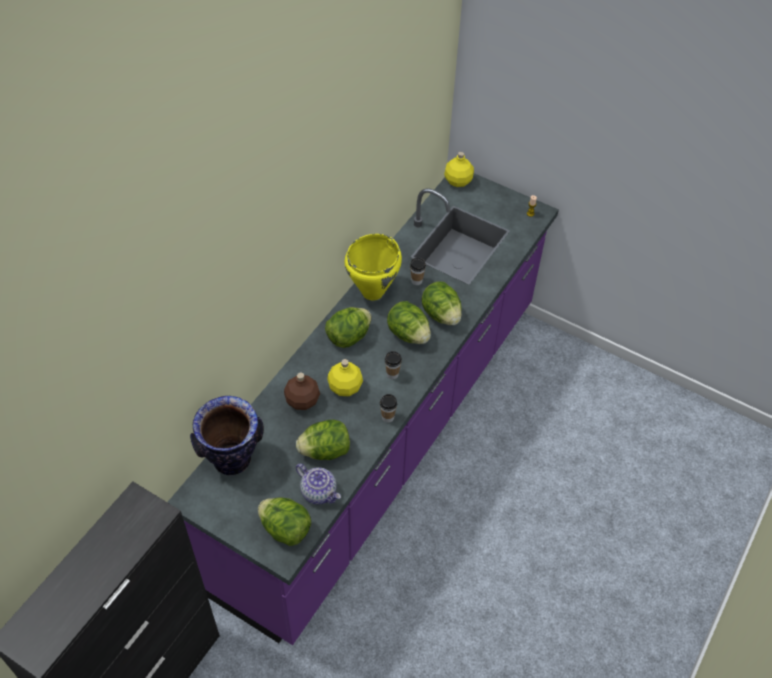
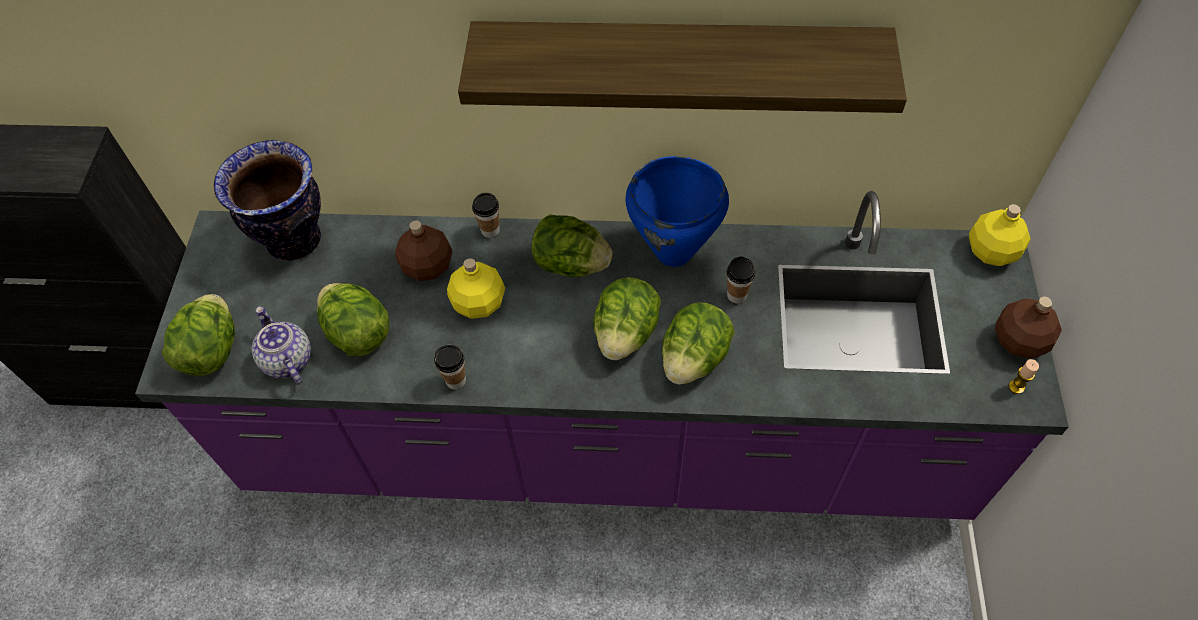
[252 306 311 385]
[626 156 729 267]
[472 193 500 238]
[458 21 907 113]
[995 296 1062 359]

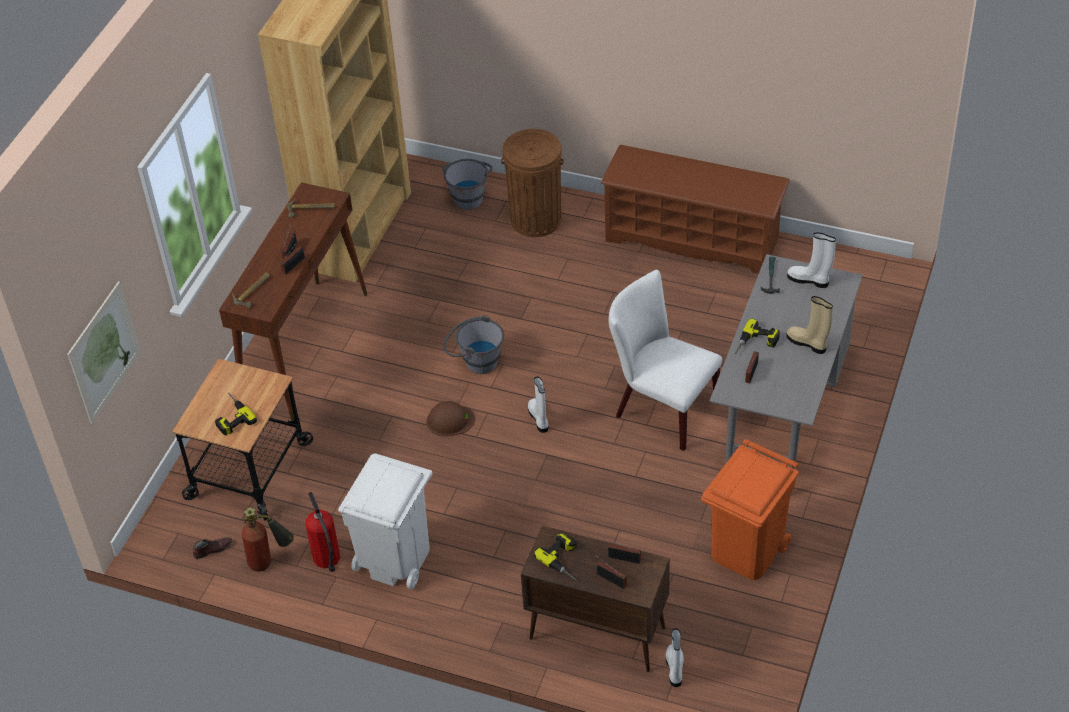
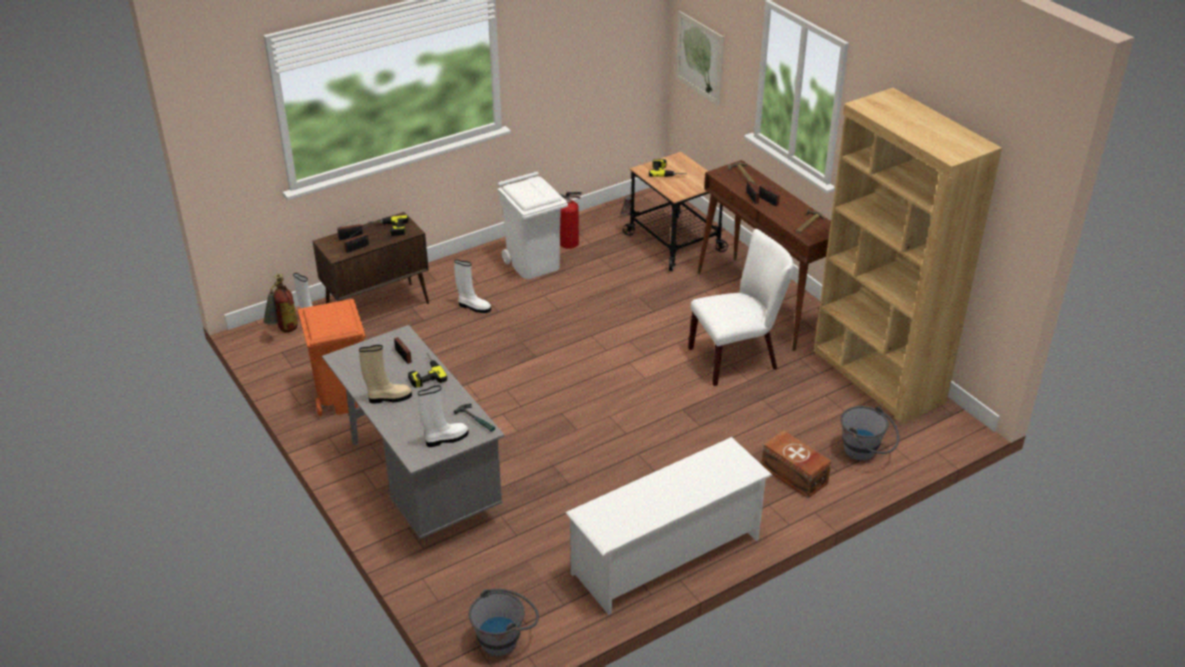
[263 273 298 333]
[426 401 475 436] (first image)
[469 589 539 657]
[761 430 832 498]
[454 260 491 313]
[566 437 773 615]
[688 229 794 386]

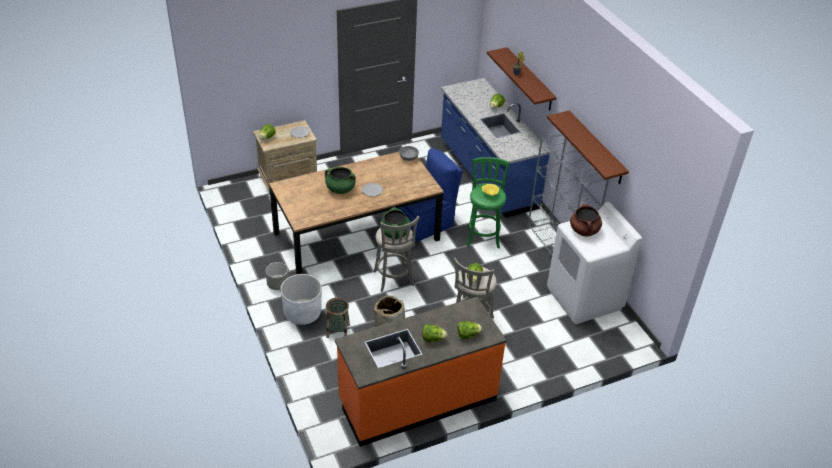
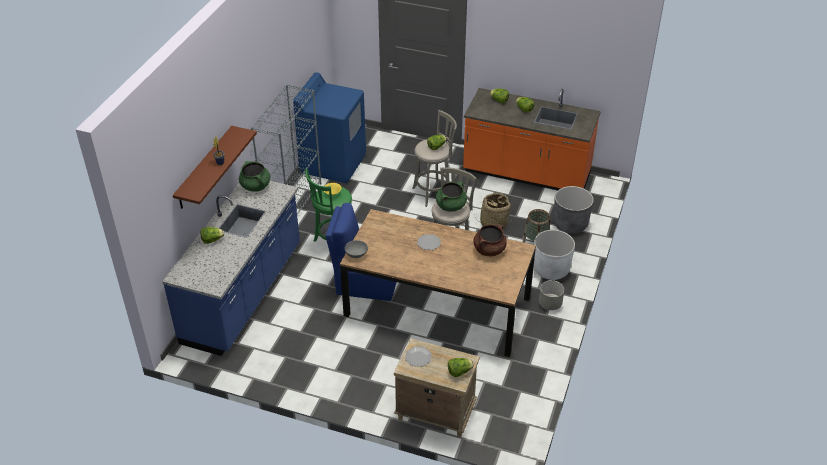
[239 161 270 192]
[547 111 629 184] (first image)
[293 72 366 183]
[473 224 507 256]
[553 186 594 234]

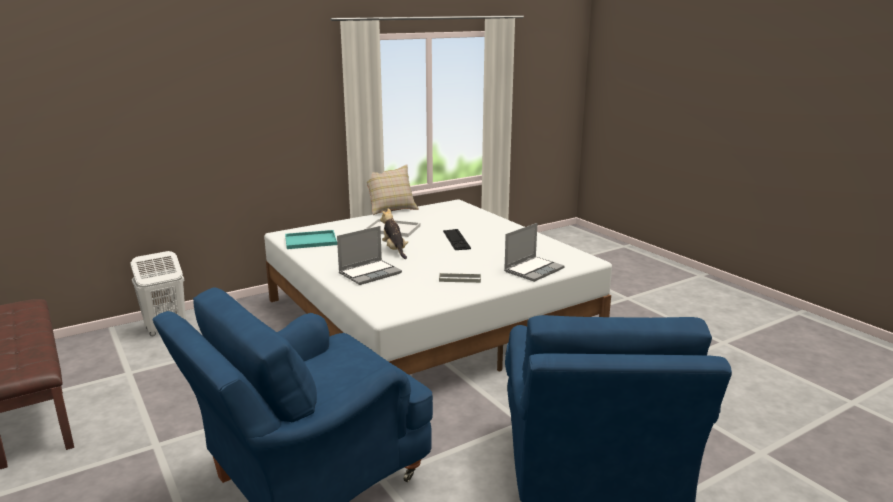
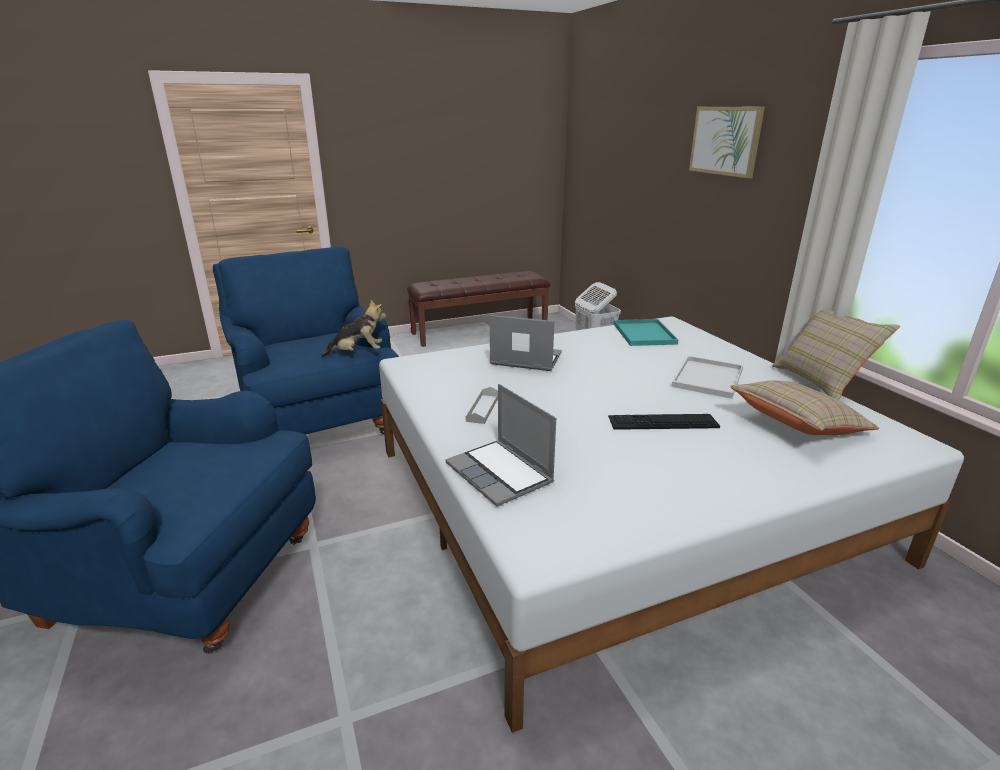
[490 315 562 371]
[321 300 386 357]
[689 107 765 178]
[730 381 879 435]

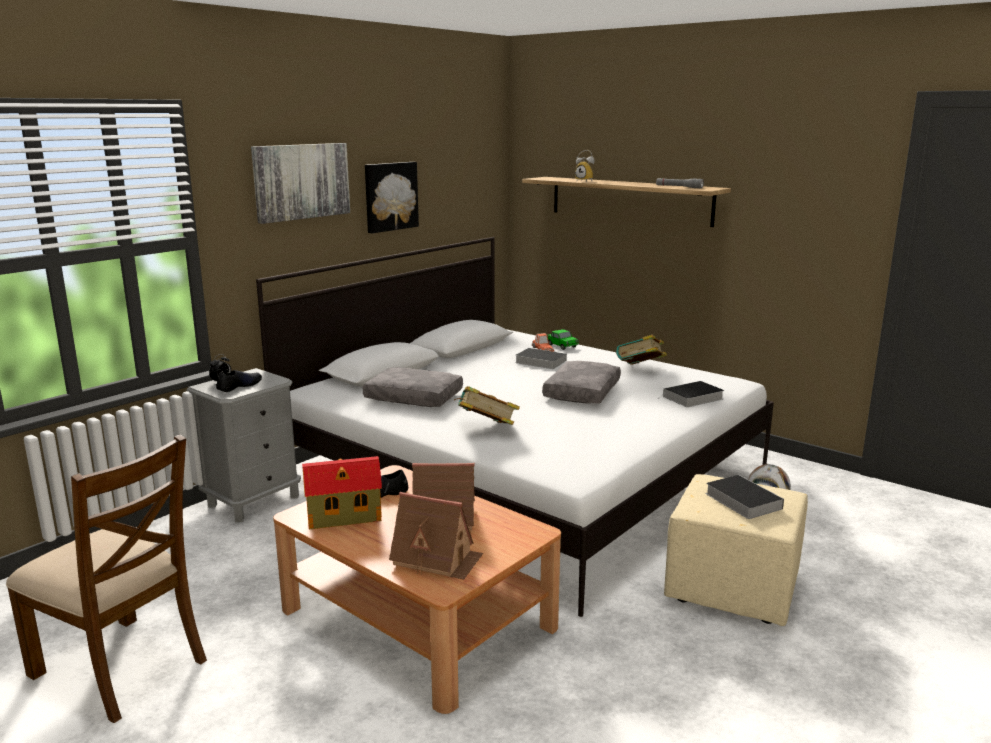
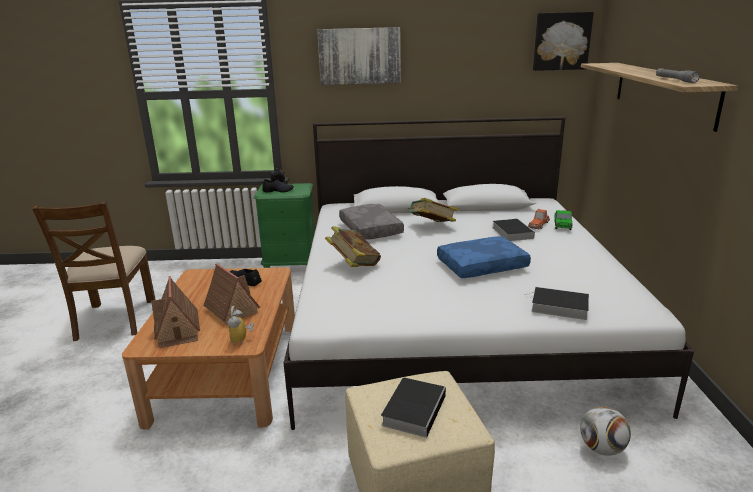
[253 183 315 268]
[302 456 382 529] (first image)
[533 12 594 71]
[437 236 531 278]
[228 306 254 345]
[408 198 458 222]

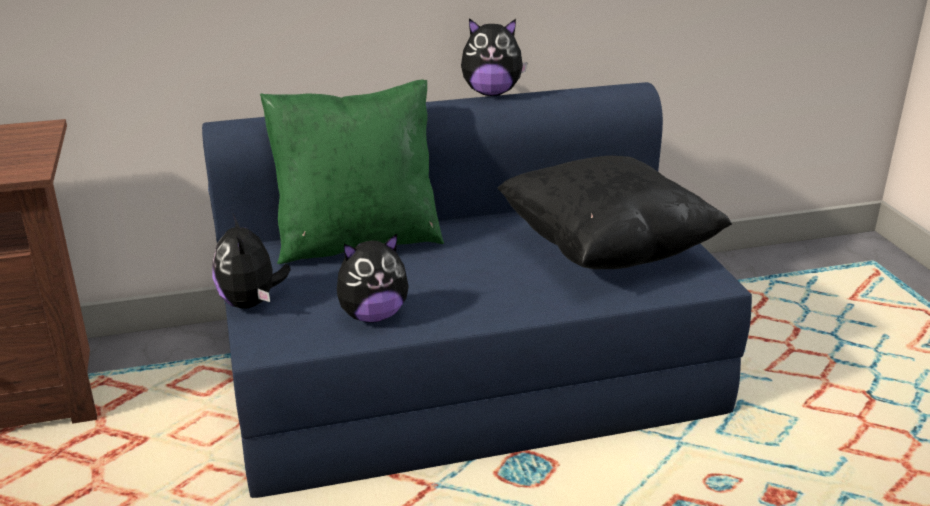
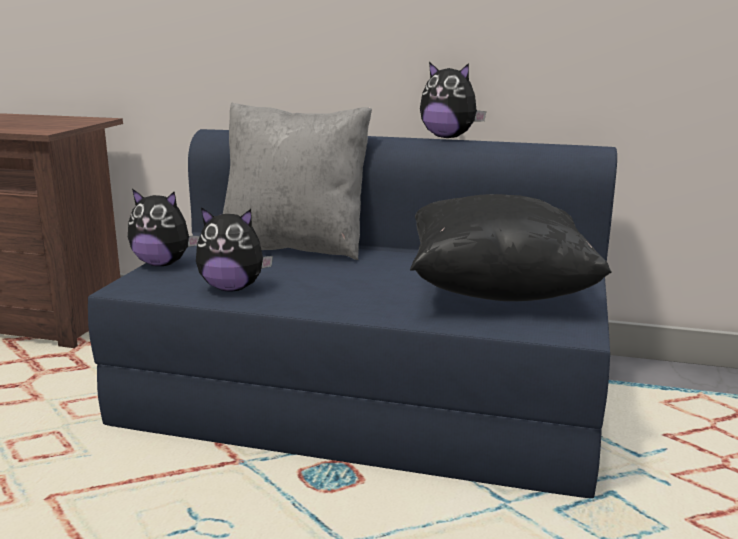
[128 189 200 266]
[223 102 372 260]

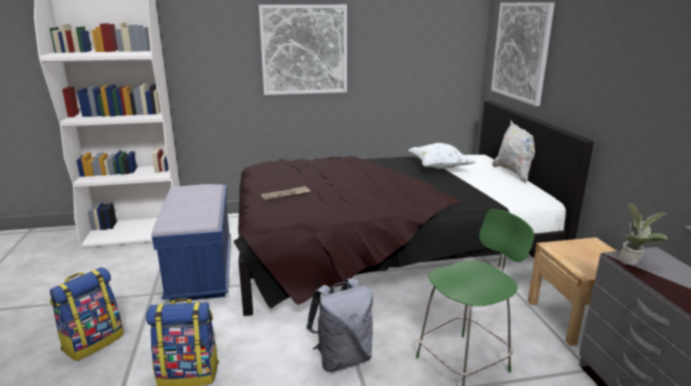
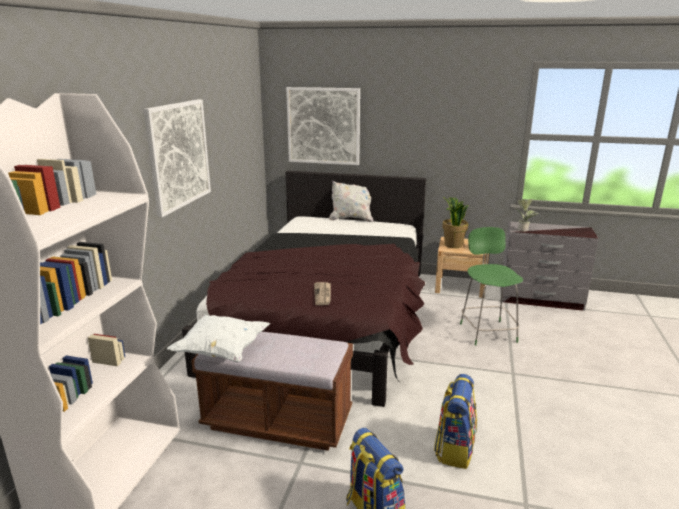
[191 332 353 451]
[306 278 373 372] (first image)
[167 314 270 362]
[442 196 469 248]

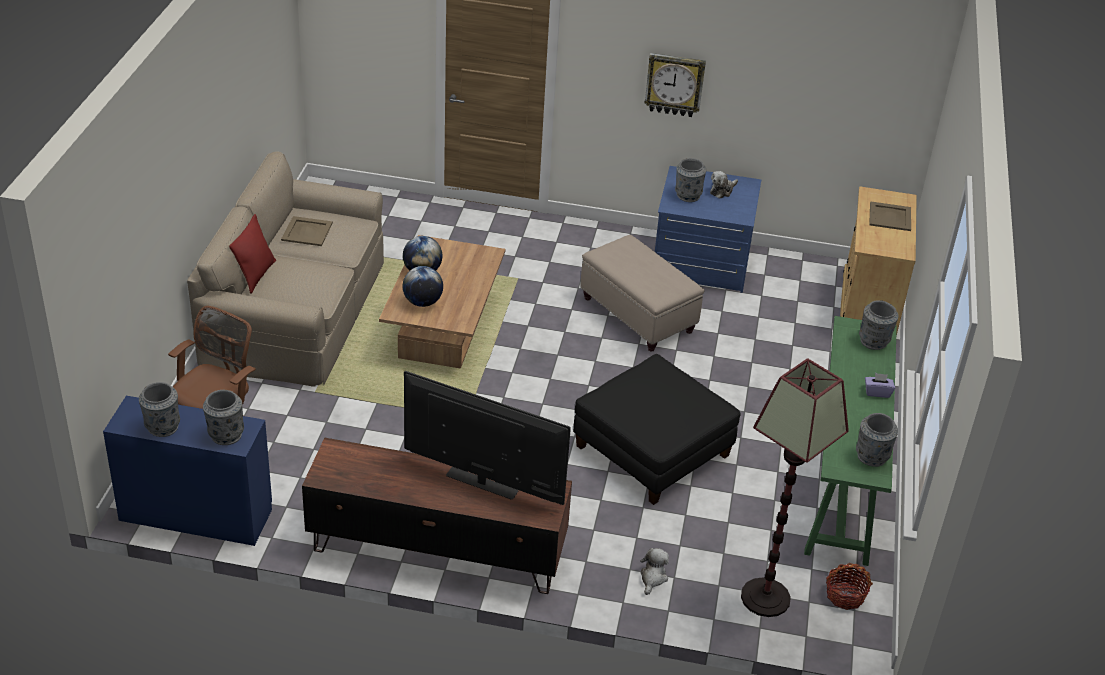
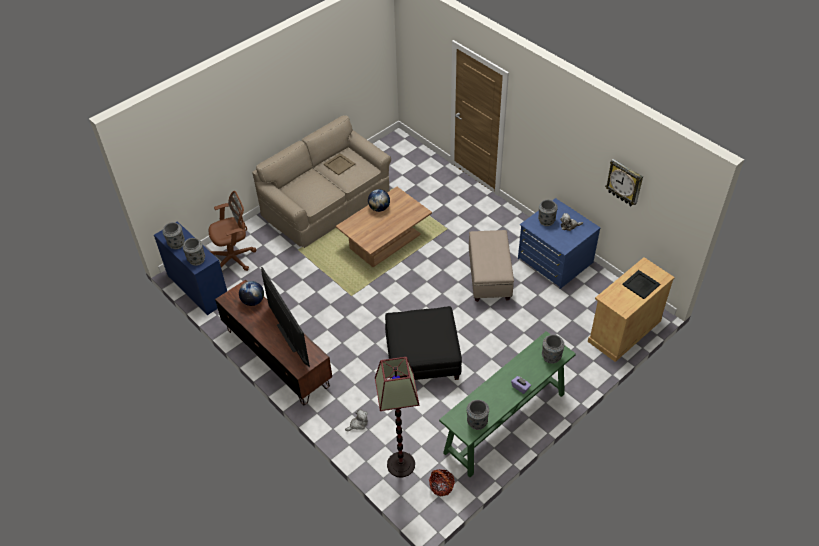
[229 214 276 293] (first image)
[239 281 264 306]
[605 159 643 206]
[622 270 660 299]

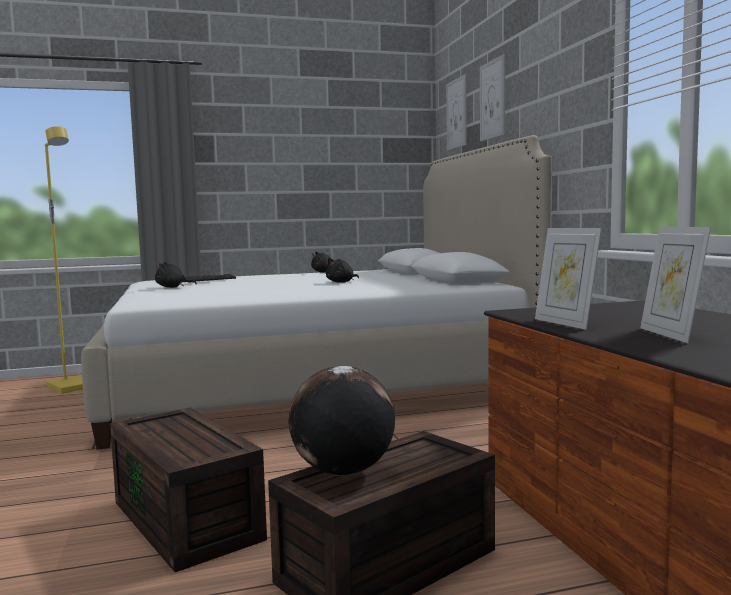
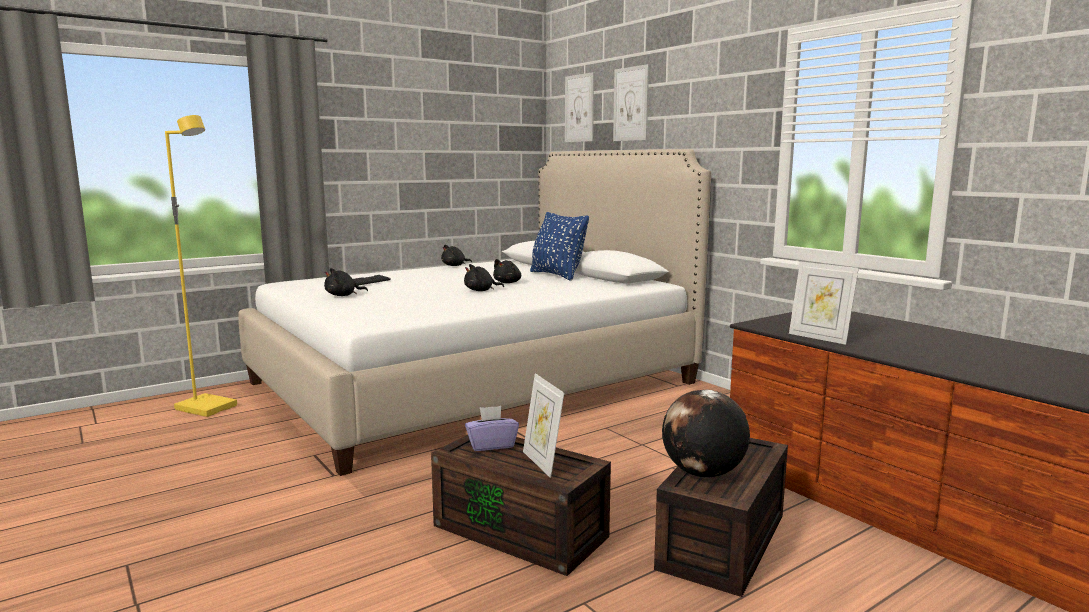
[523 373 564 478]
[464 264 504 291]
[465 406 519 451]
[530 212 589 281]

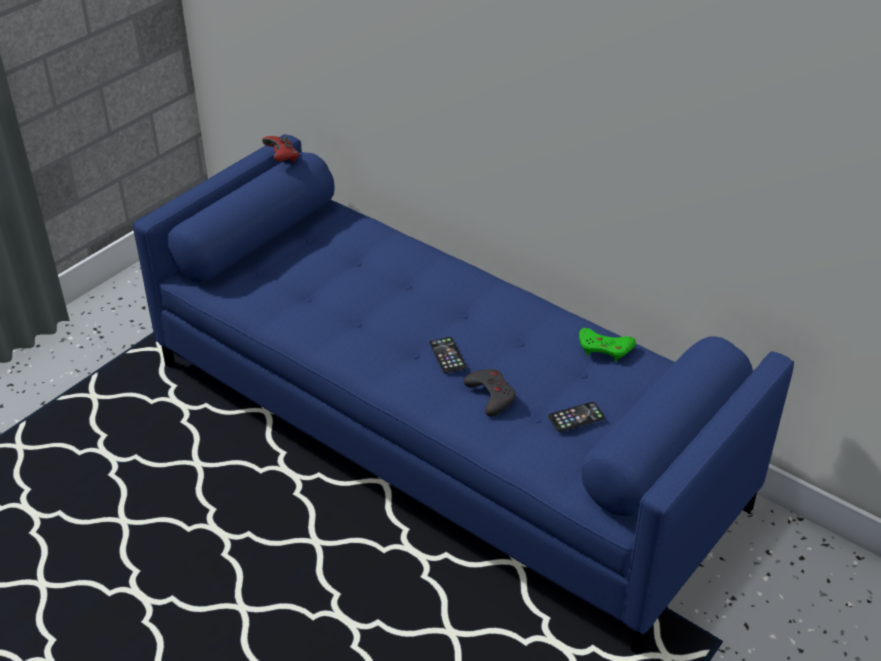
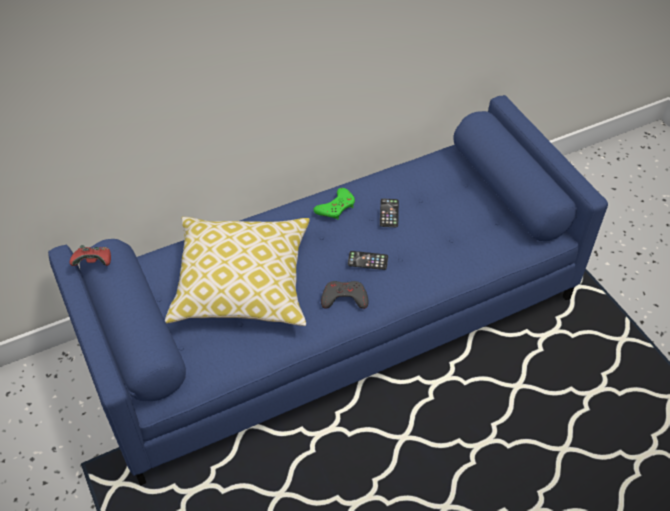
[321 281 368 309]
[380 199 399 227]
[314 188 355 220]
[165 217 310 326]

